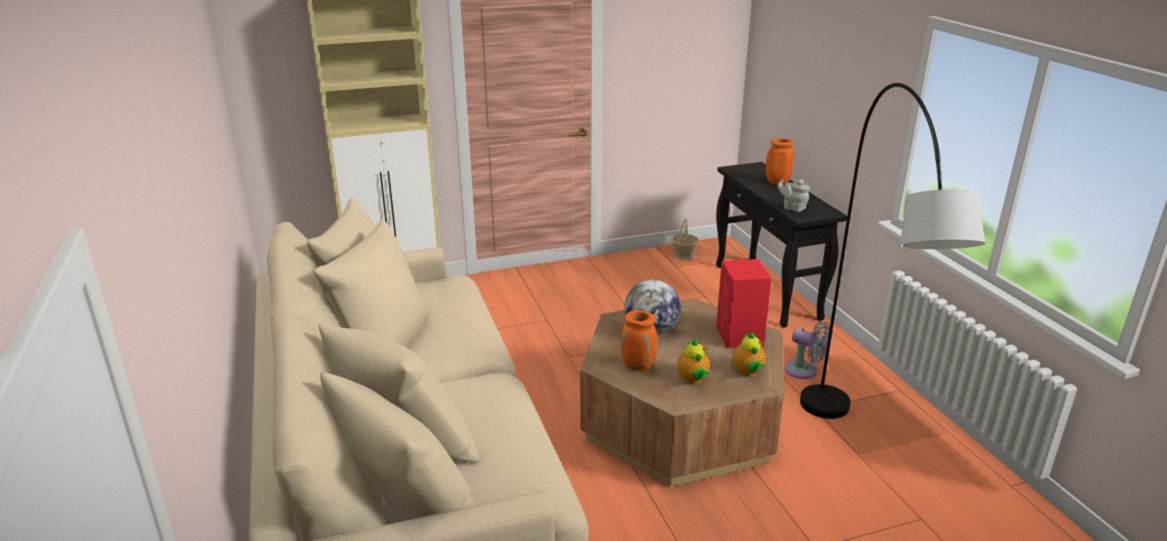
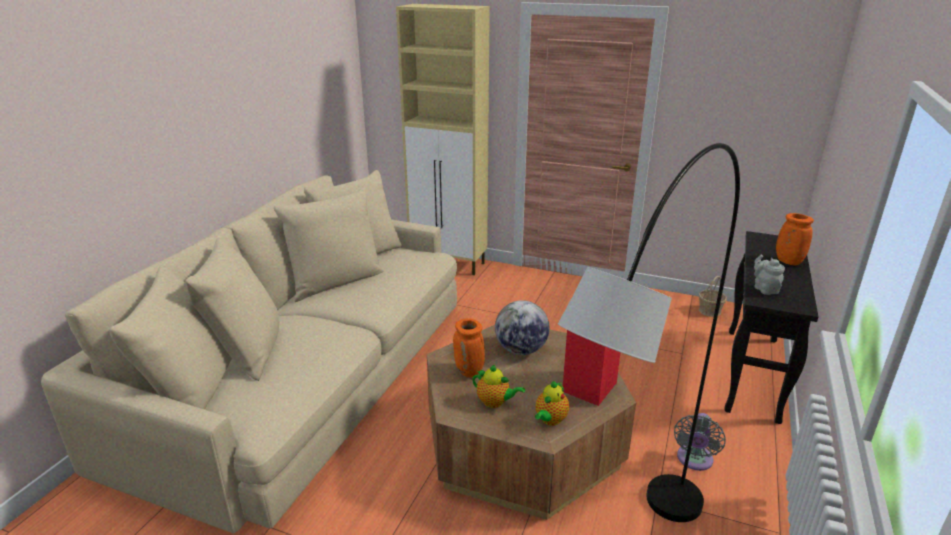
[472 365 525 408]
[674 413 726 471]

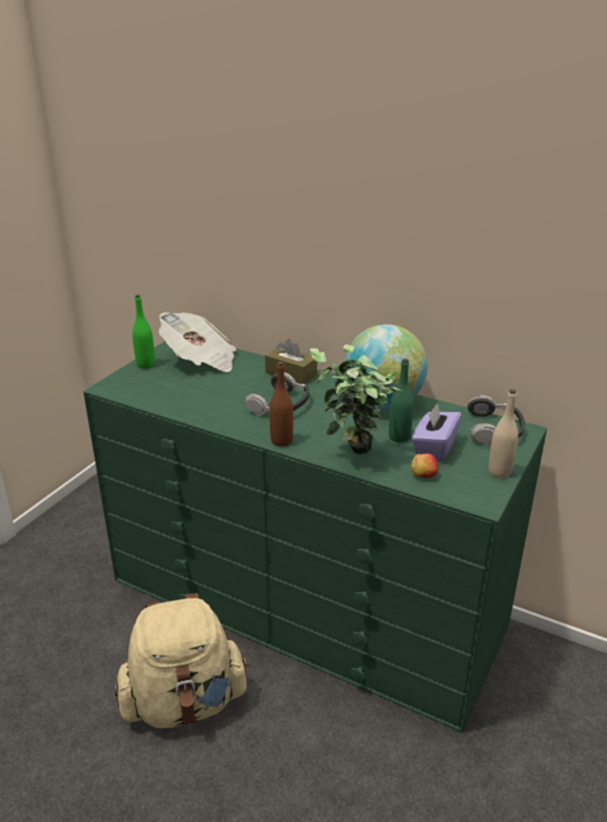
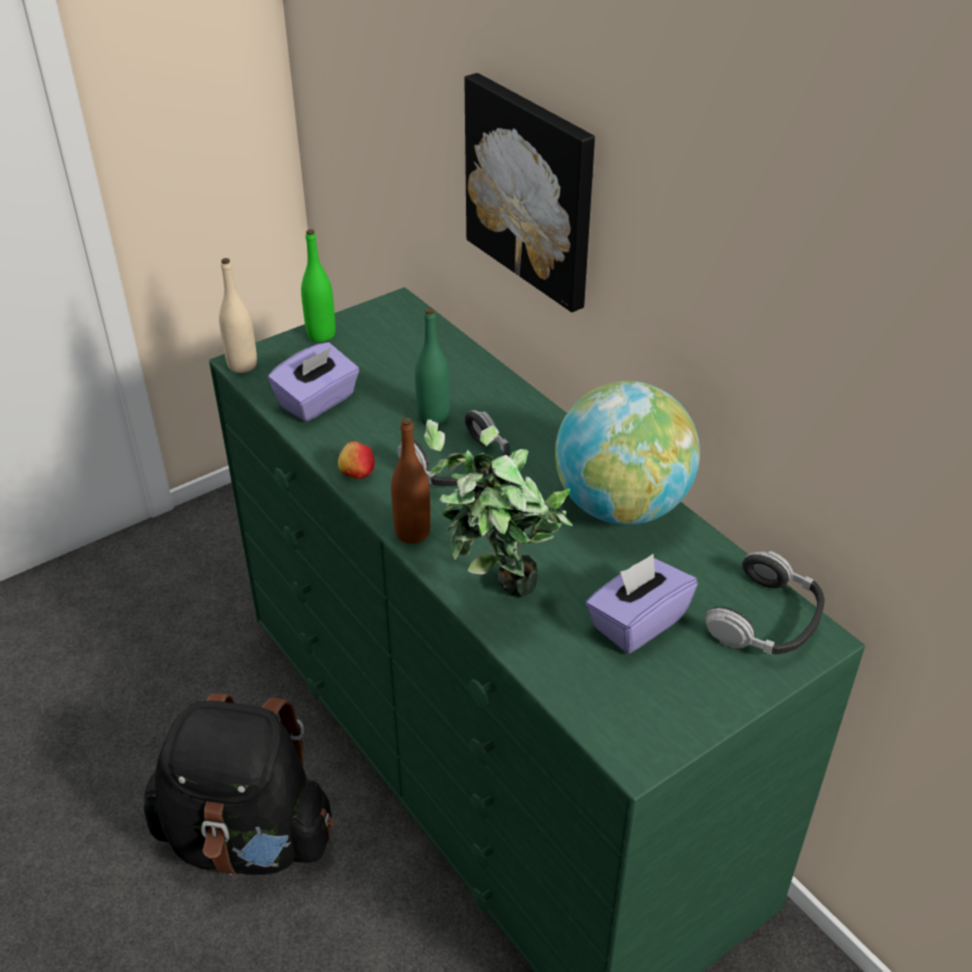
[144 693 335 875]
[158 312 236 372] (first image)
[265 339 317 384] (first image)
[415 308 450 426]
[338 442 375 479]
[219 258 257 373]
[268 342 359 422]
[464 73 595 312]

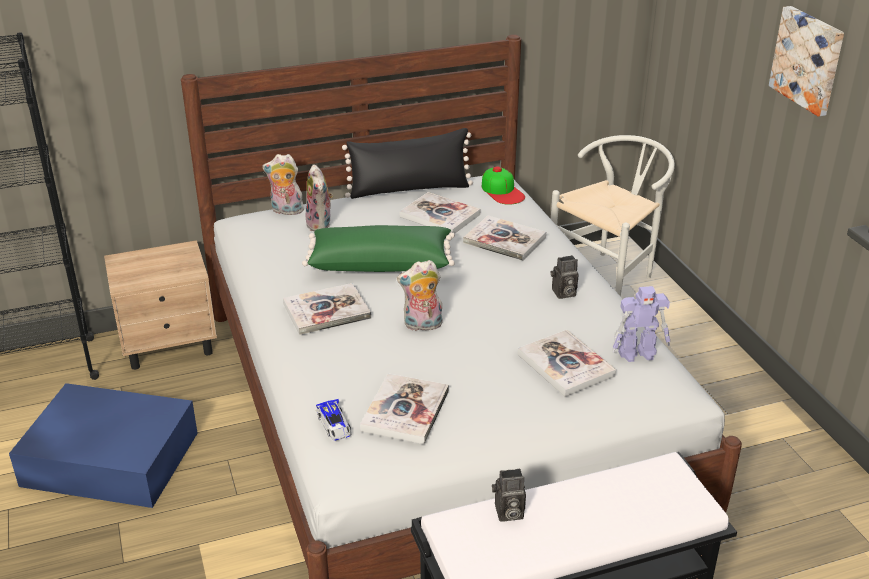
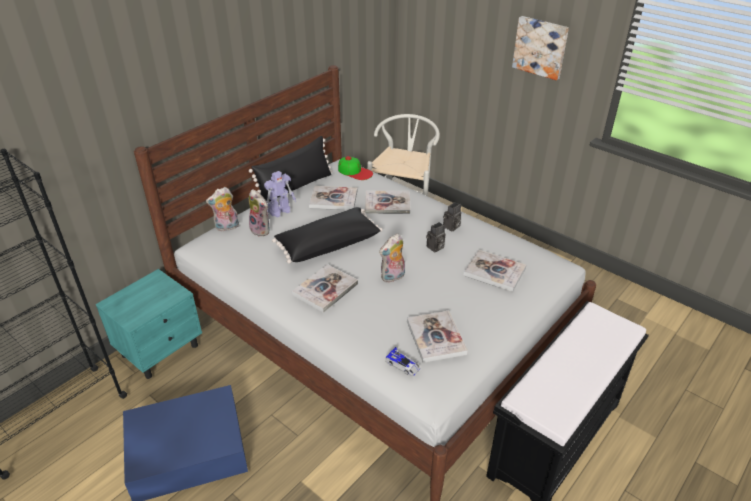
[96 269 202 379]
[272 207 383 264]
[426 222 445 252]
[264 171 296 217]

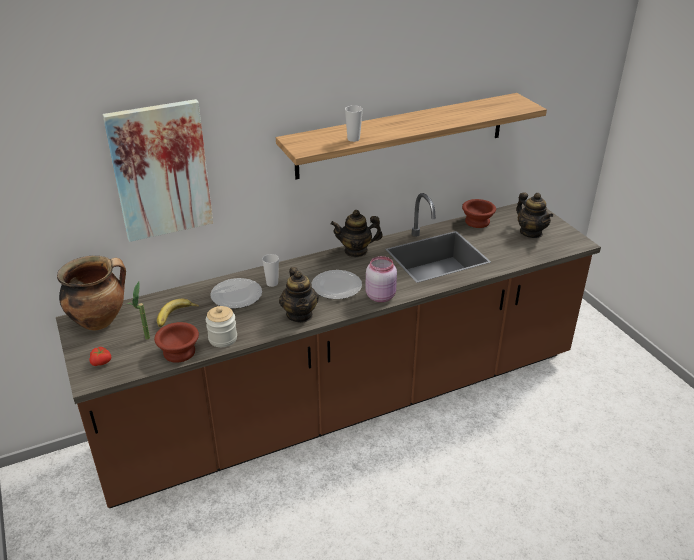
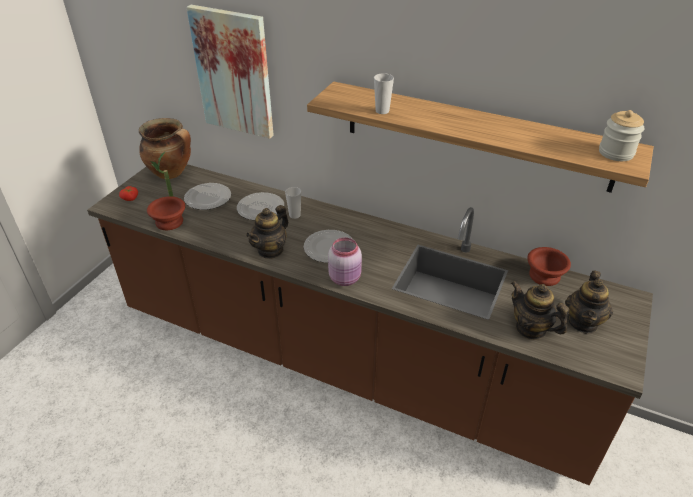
[184 183 231 210]
[599 110 645 161]
[511 281 569 340]

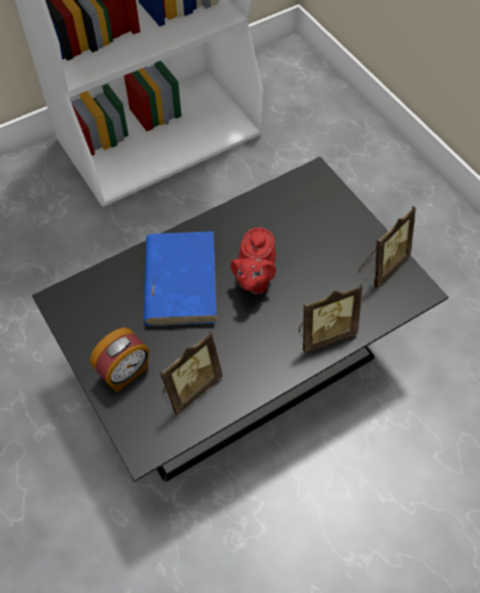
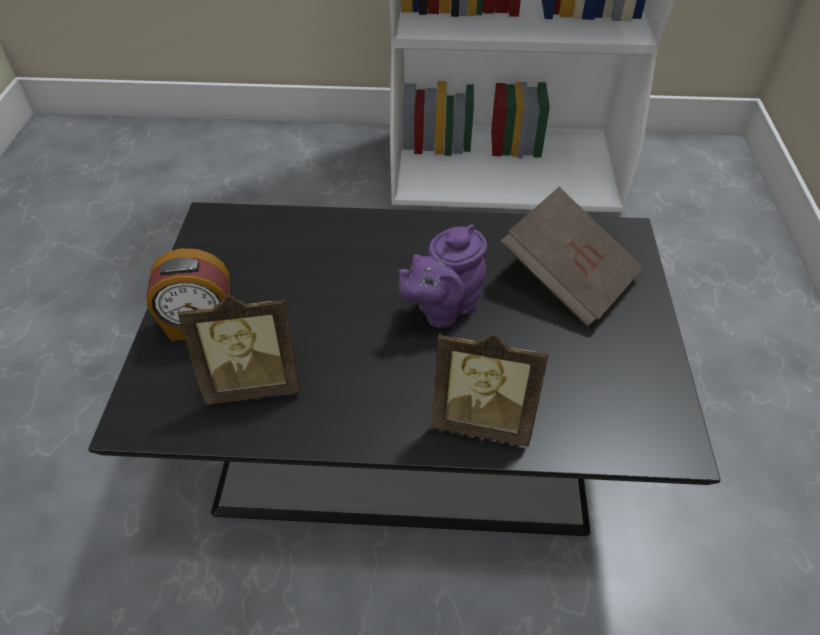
[144 231 217 326] (first image)
[398 224 487 328]
[359 206 416 288] (first image)
[500 187 644 327]

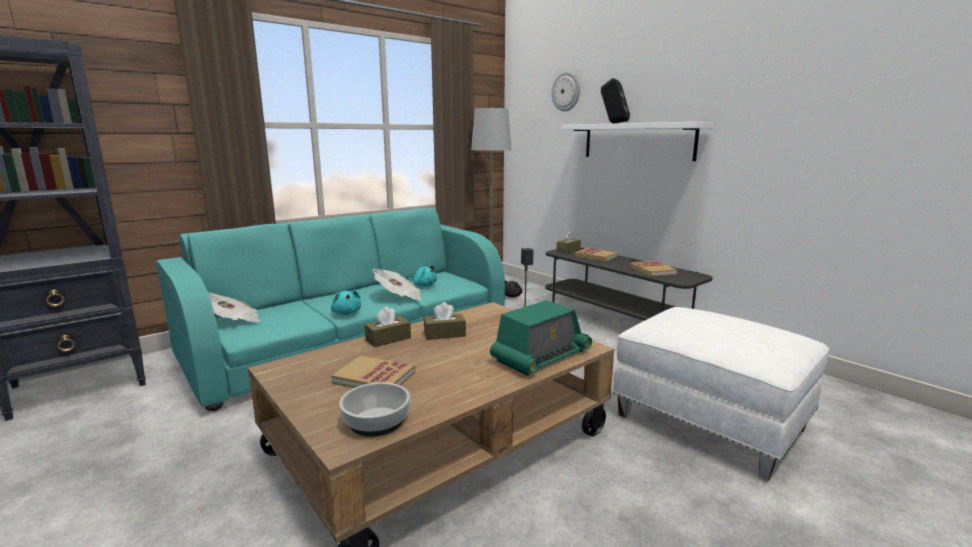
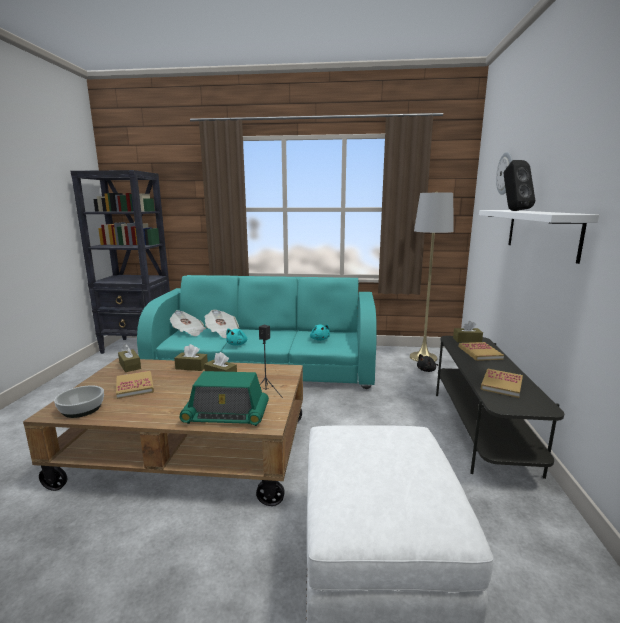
[205 310 239 338]
[118 344 141 372]

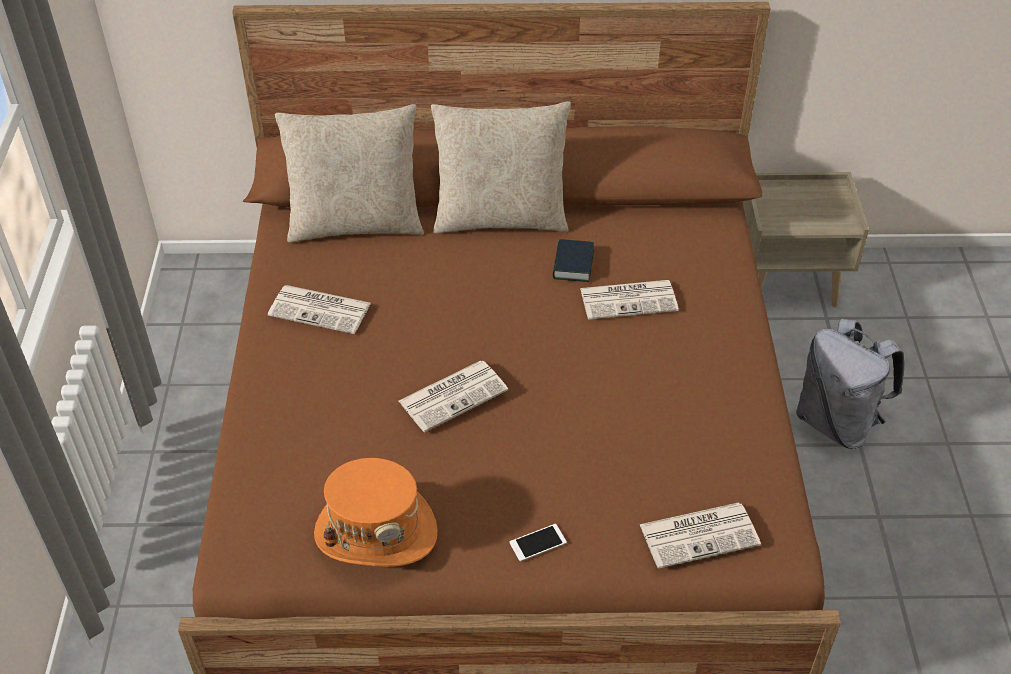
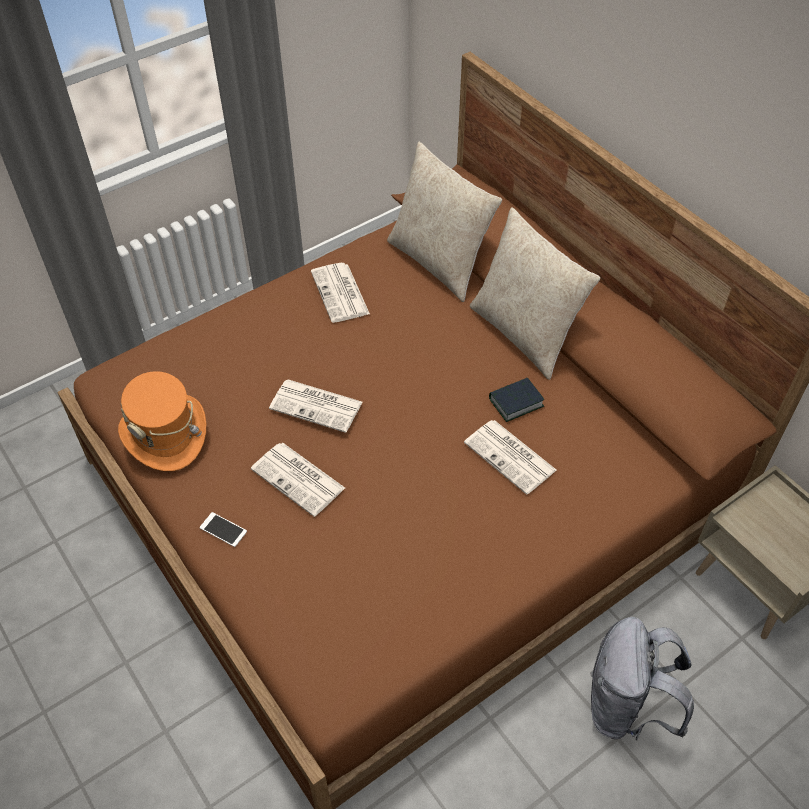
[251 443 345 517]

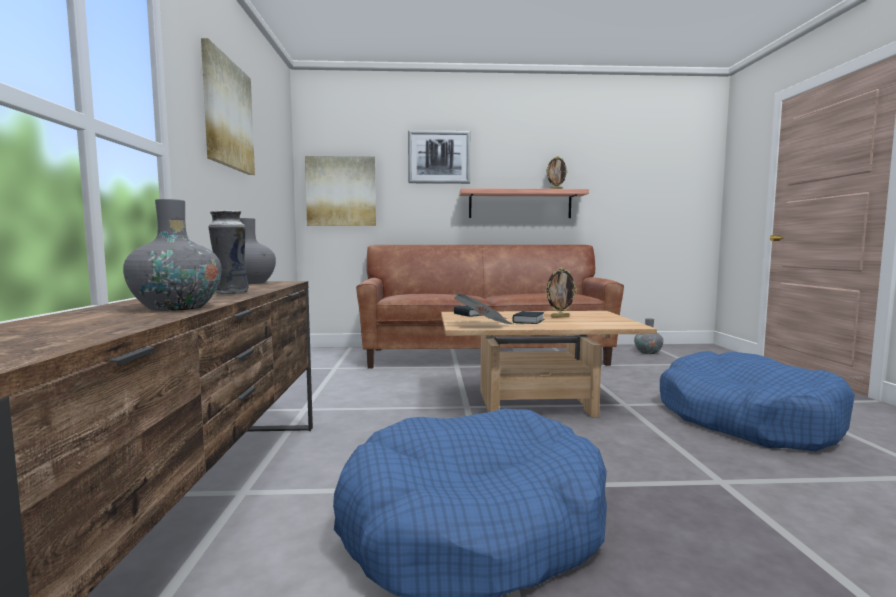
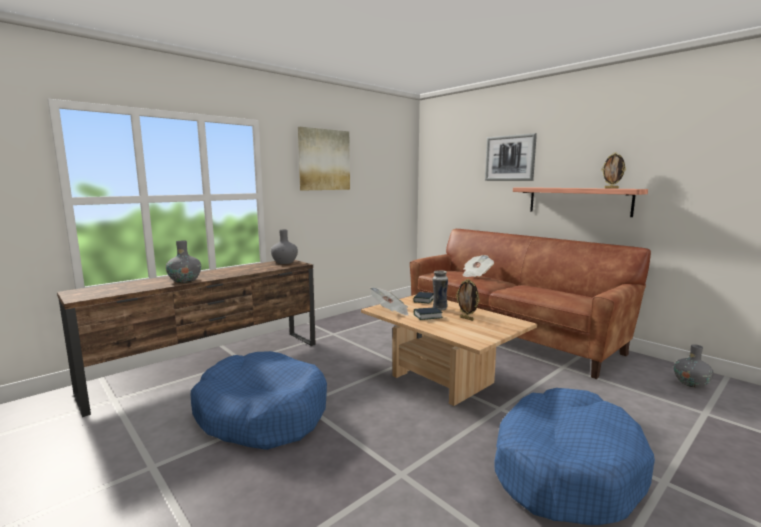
[432 270 448 310]
[305 156 376 226] (first image)
[463 255 494 277]

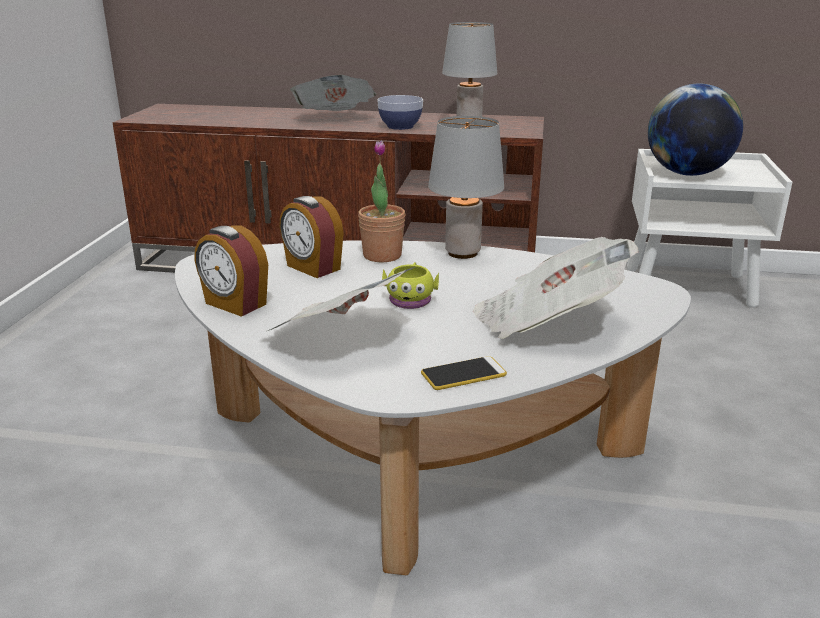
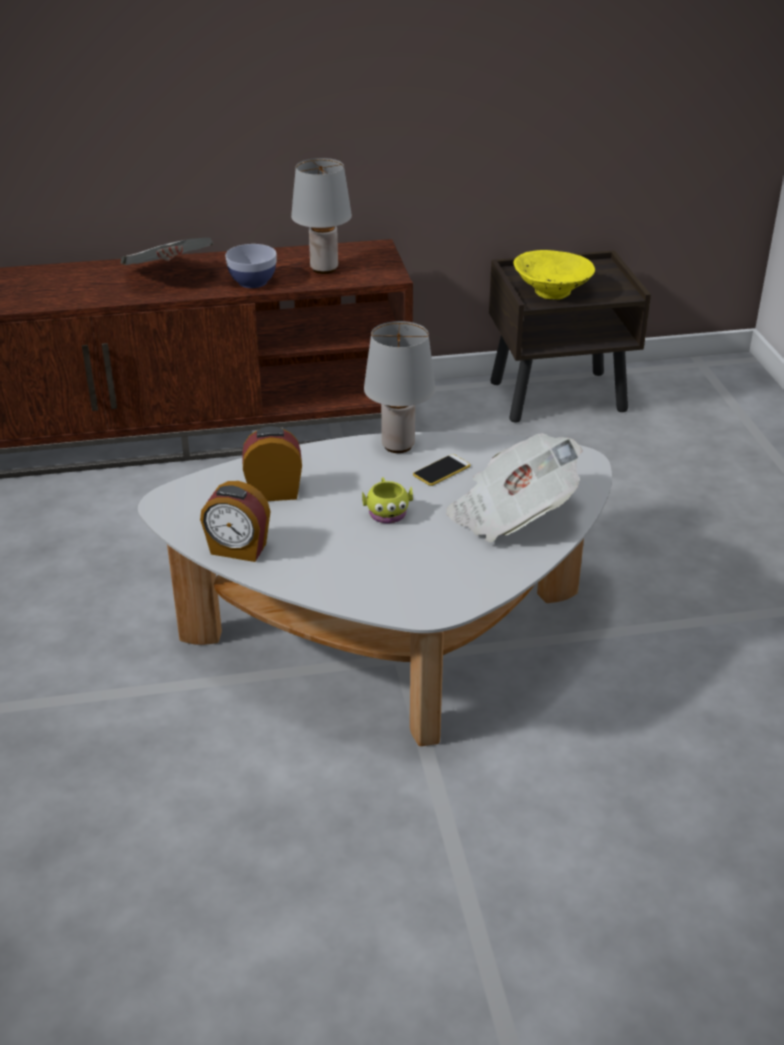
[267 267 415 331] (first image)
[242 426 302 501]
[358 140 405 262] (first image)
[413 454 470 486]
[489 250 651 423]
[513 250 595 300]

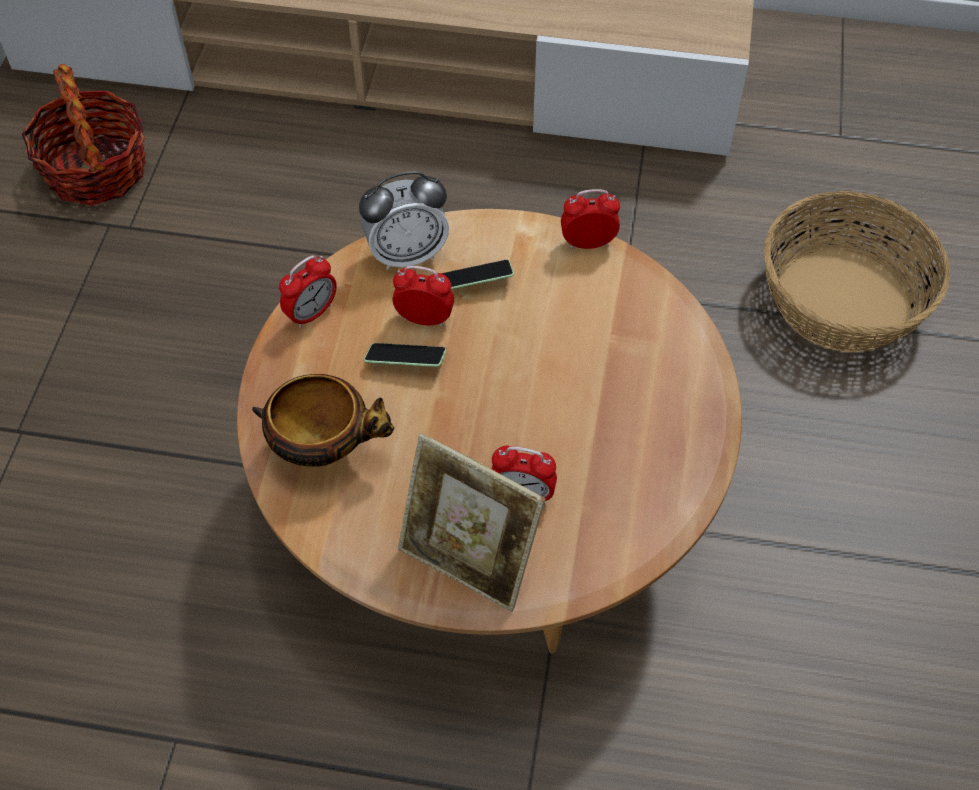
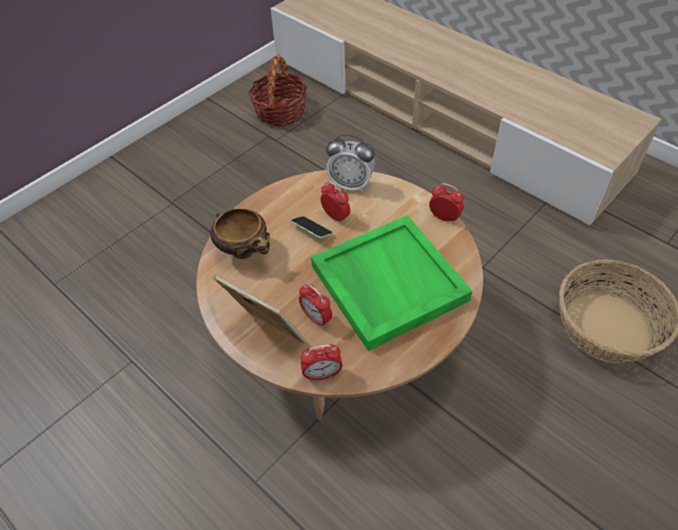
[301 344 342 381]
[213 275 307 343]
[441 260 514 290] (first image)
[311 215 472 351]

